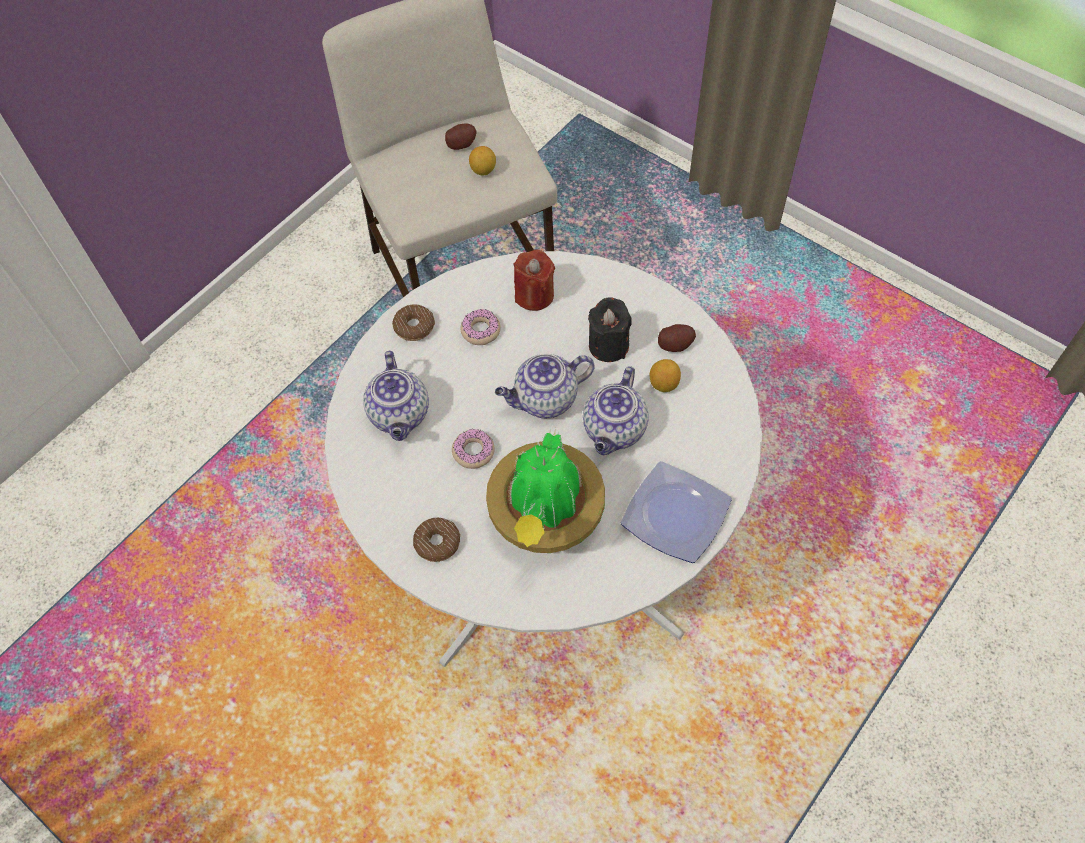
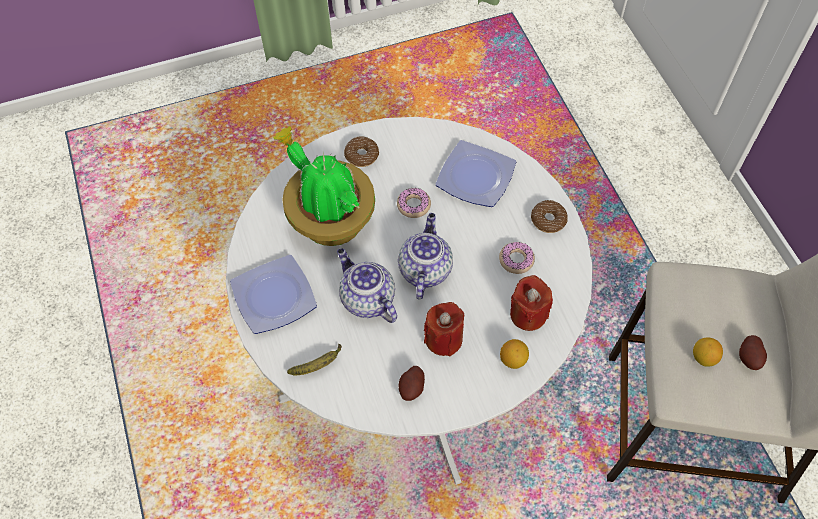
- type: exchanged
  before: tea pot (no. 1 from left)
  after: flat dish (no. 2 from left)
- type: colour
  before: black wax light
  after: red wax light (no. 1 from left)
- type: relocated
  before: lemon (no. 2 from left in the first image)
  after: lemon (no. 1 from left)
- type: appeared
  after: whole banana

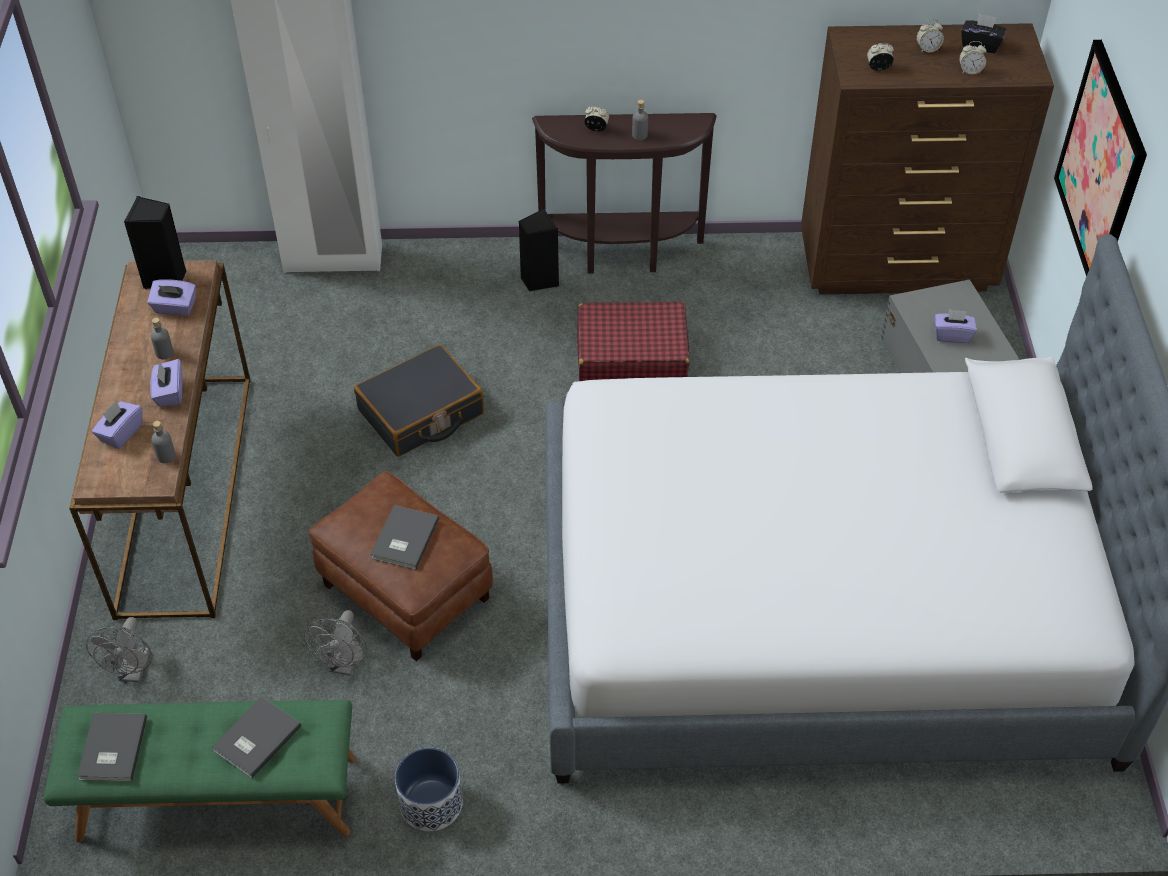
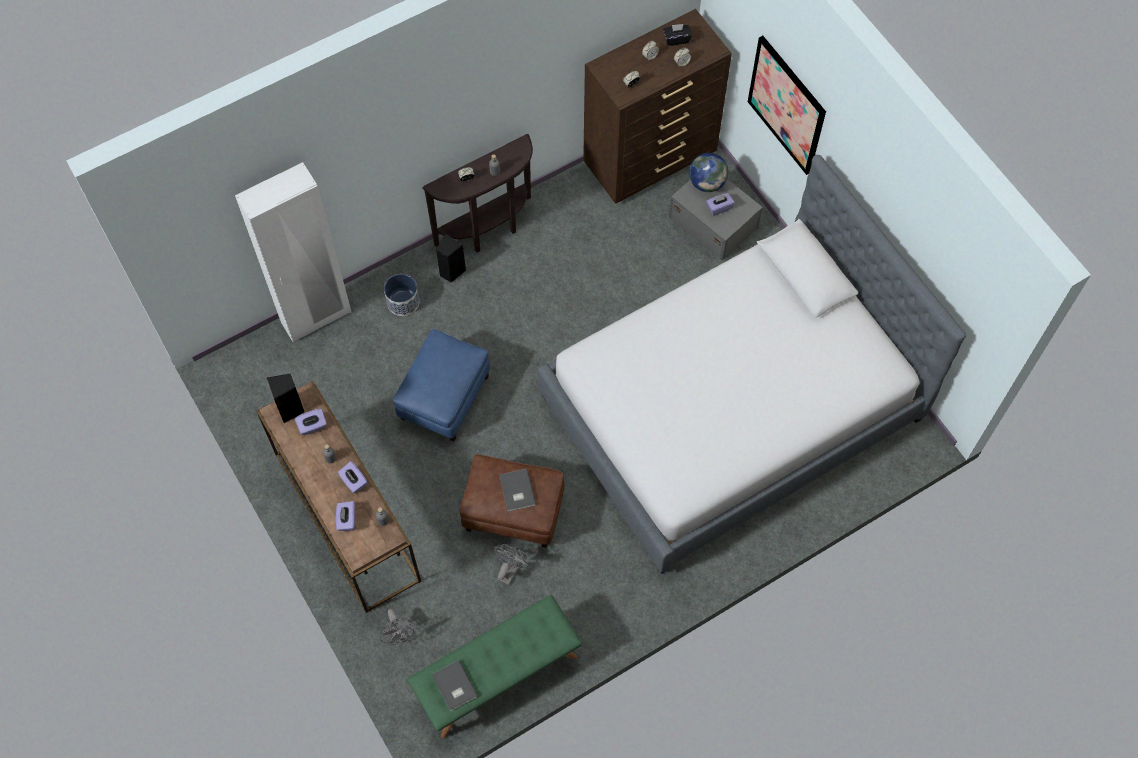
- type: missing
  before: greyish volume (no. 2 from left)
- type: spun
  before: greyish fan (no. 2 from left)
  turn: -135
- type: exchanged
  before: black suitcase
  after: blue ottoman
- type: relocated
  before: flower pot
- type: missing
  before: red suitcase
- type: appeared
  after: desk globe

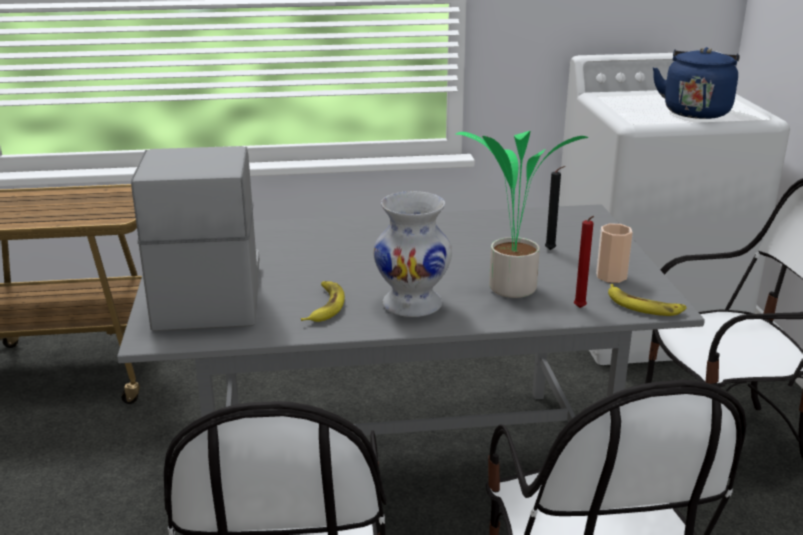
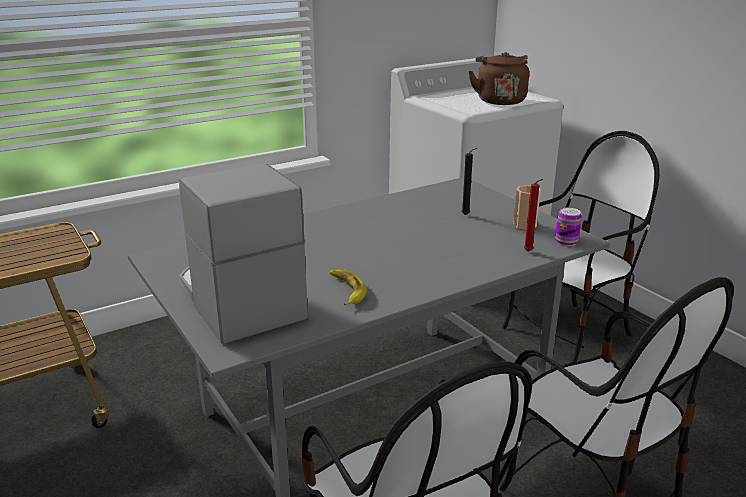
- type: missing
  before: white-coloured decorative vase
- type: missing
  before: plant in a pot
- type: exchanged
  before: whole banana (no. 2 from left)
  after: can
- type: colour
  before: blue kettle
  after: brownish kettle

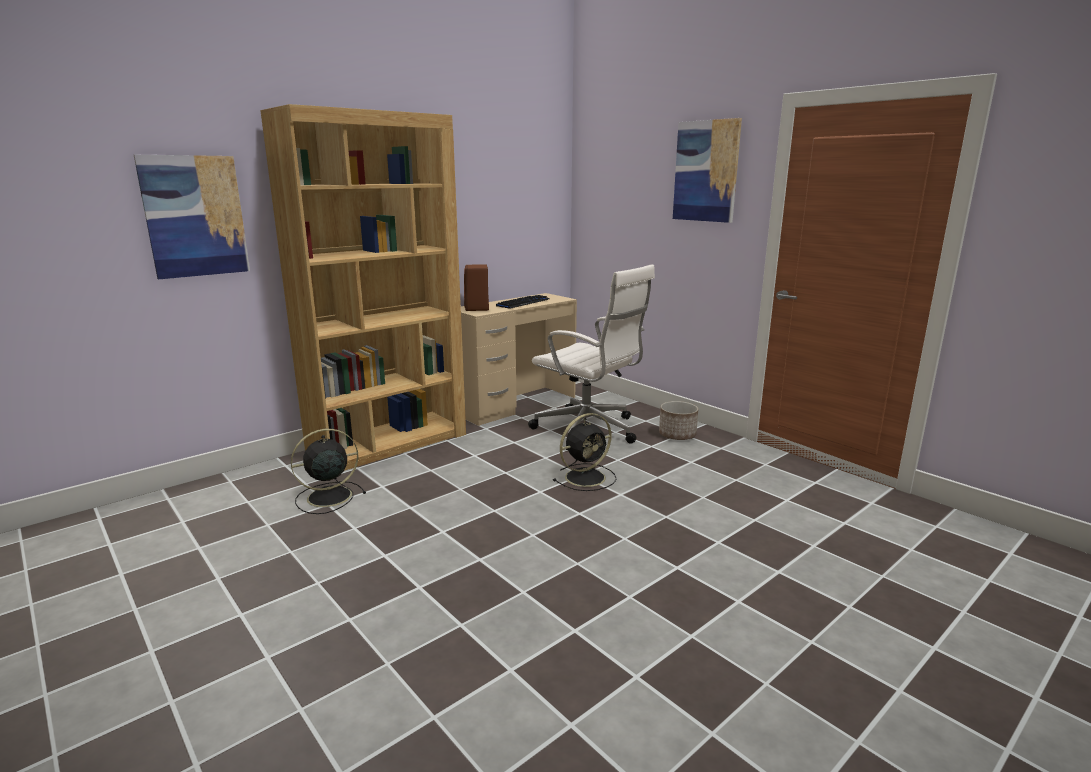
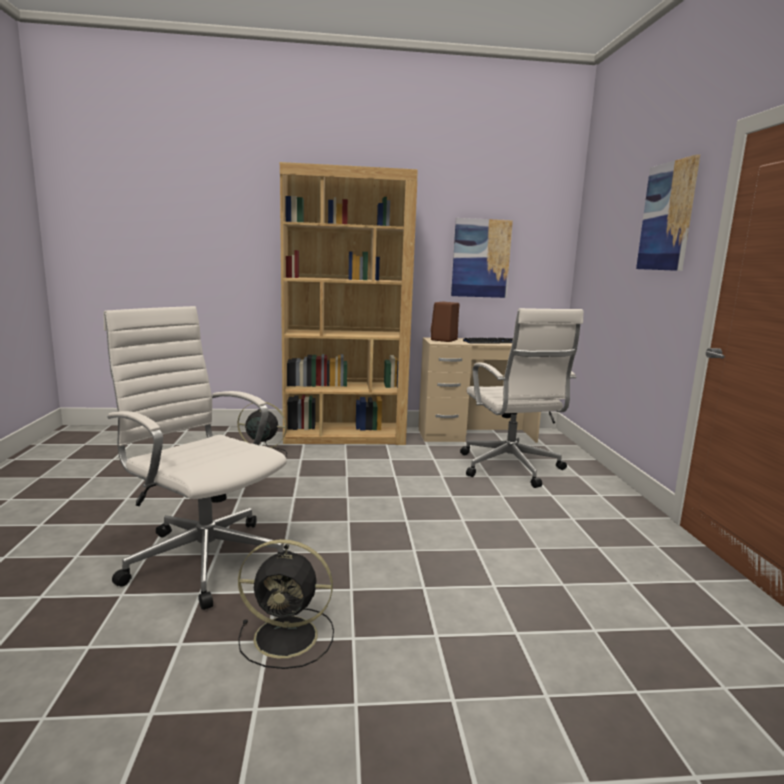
- type: relocated
  before: wall picture (no. 1 from left)
- type: relocated
  before: black fan (no. 2 from left)
- type: missing
  before: flower pot
- type: appeared
  after: white-coloured desk chair (no. 1 from left)

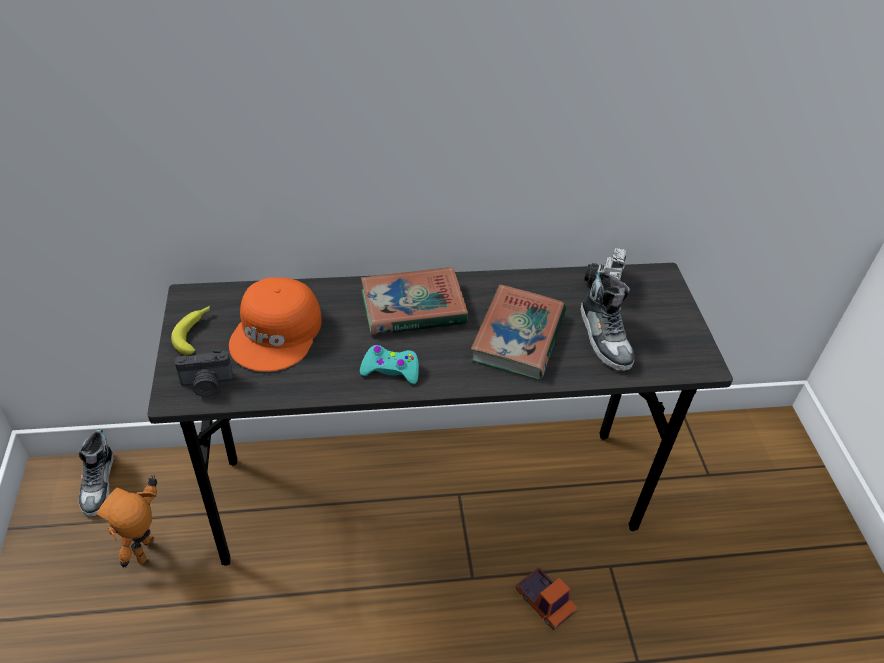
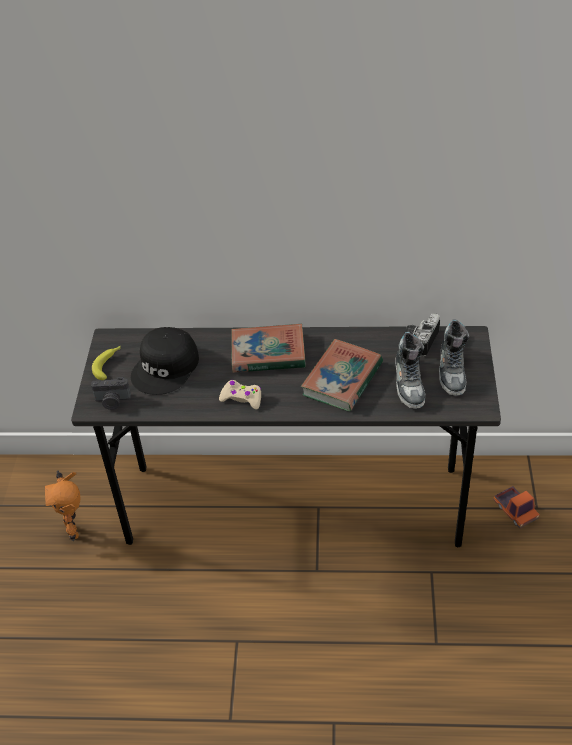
- type: relocated
  before: low shoe (no. 1 from left in the first image)
  after: low shoe (no. 2 from left)
- type: spun
  before: robot figure
  turn: -45
- type: colour
  before: orange-coloured baseball cap
  after: black baseball cap
- type: colour
  before: blue-green joypad
  after: beige-coloured joypad
- type: relocated
  before: toy lorry

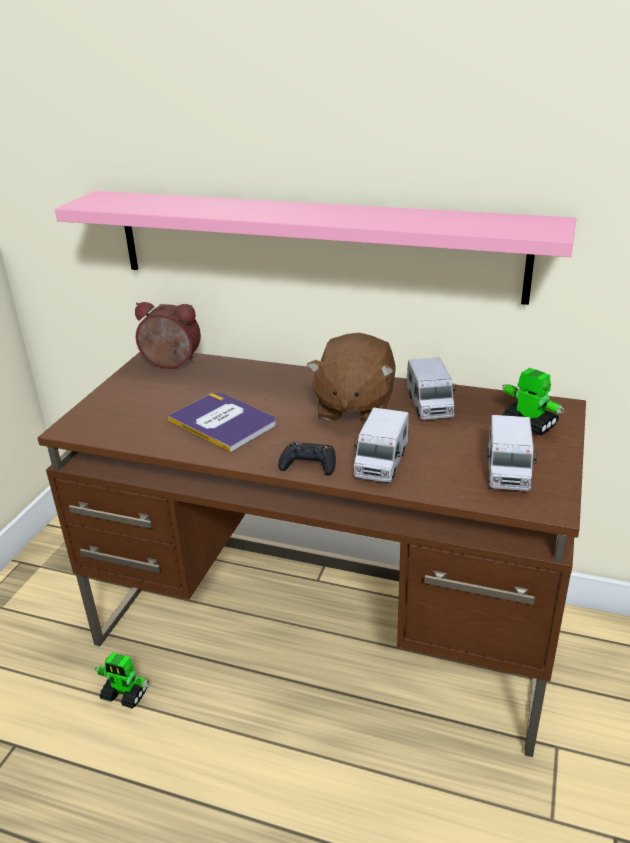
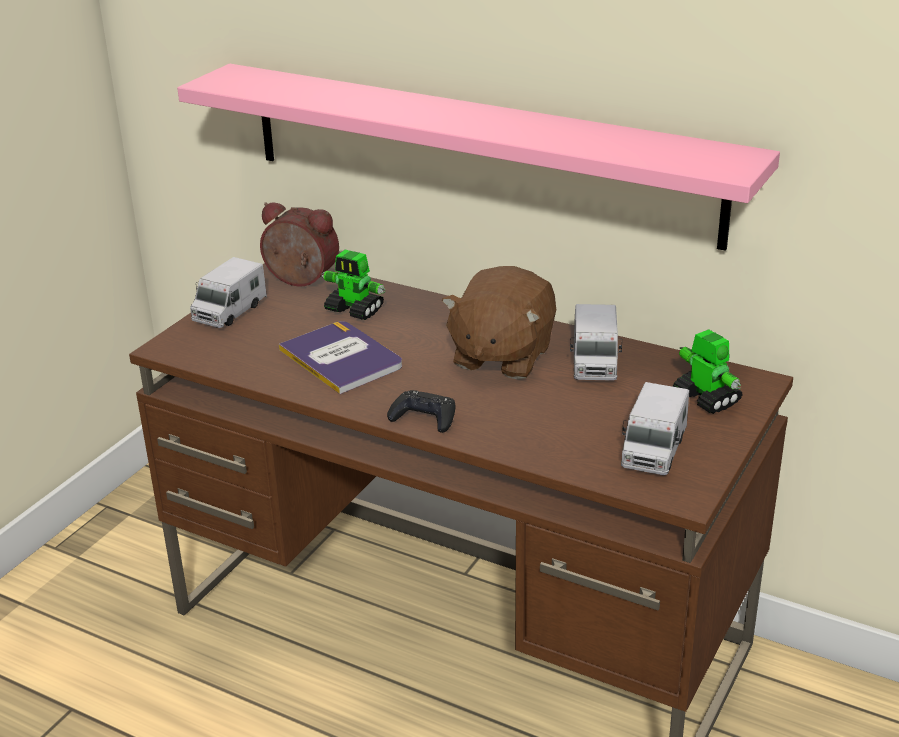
- type: relocated
  before: robot figure (no. 1 from left)
- type: relocated
  before: toy lorry (no. 1 from left)

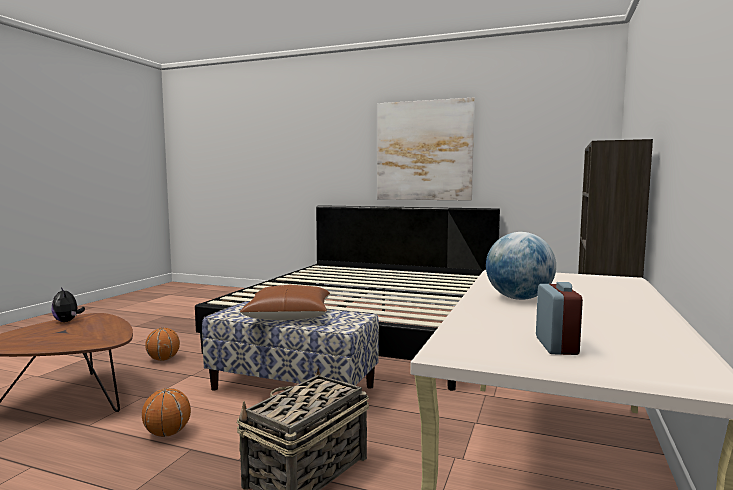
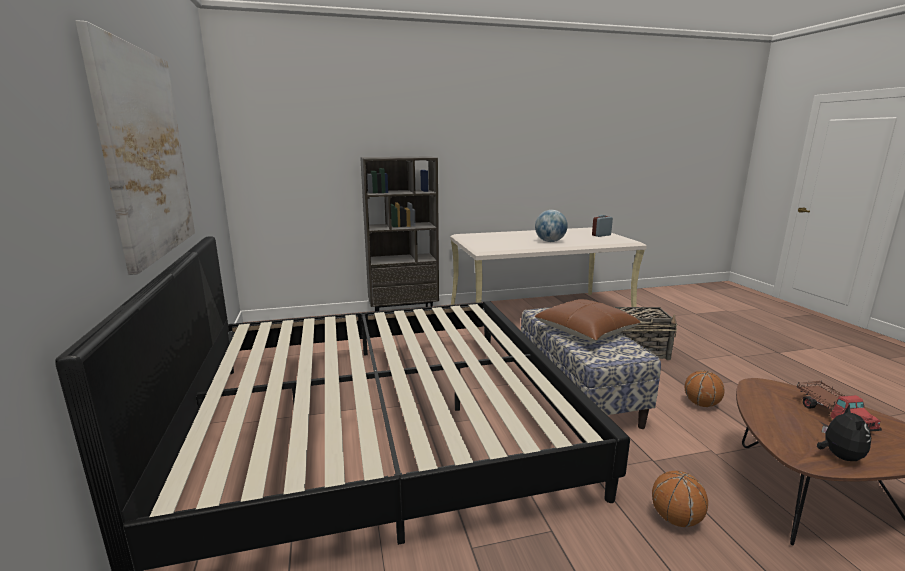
- type: appeared
  after: toy lorry

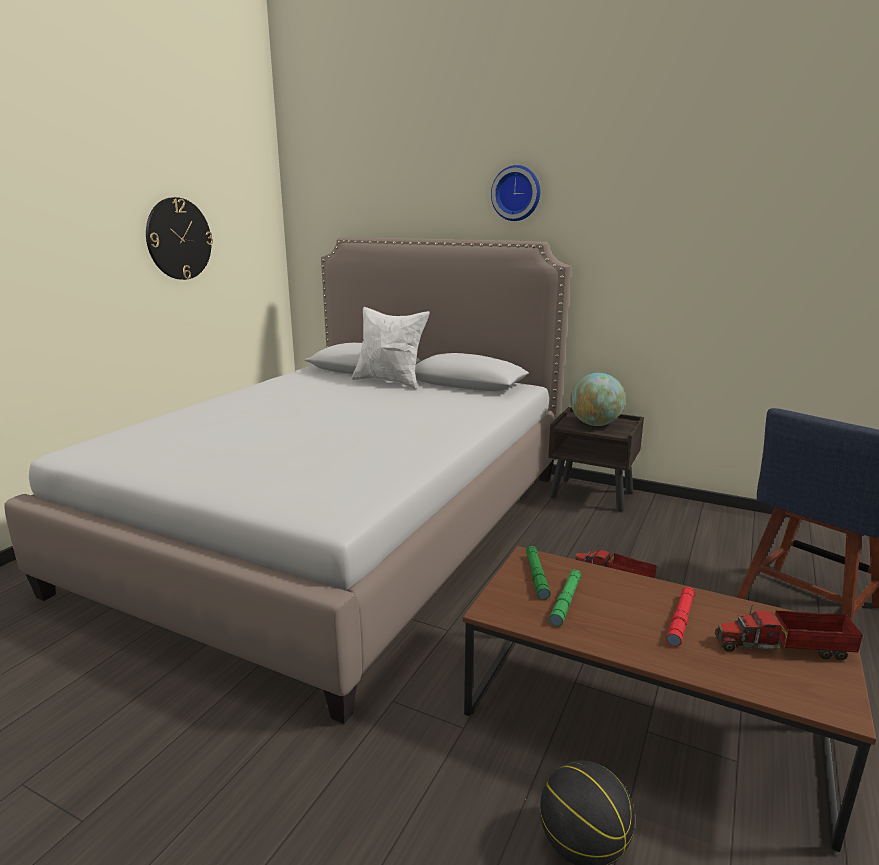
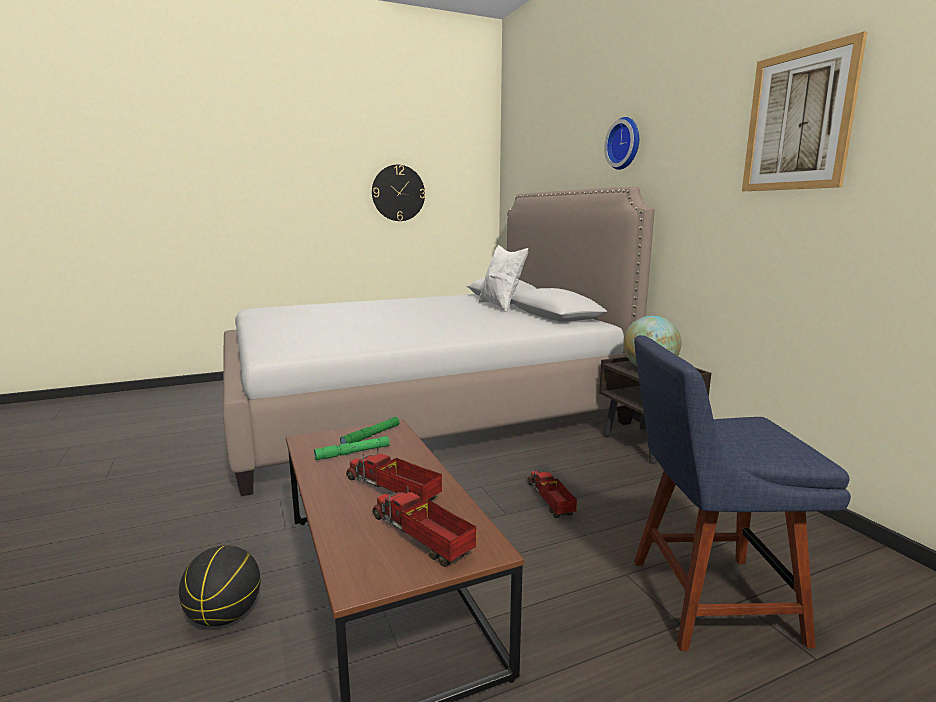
- type: exchanged
  before: red torch
  after: toy lorry (no. 1 from left)
- type: appeared
  after: wall picture

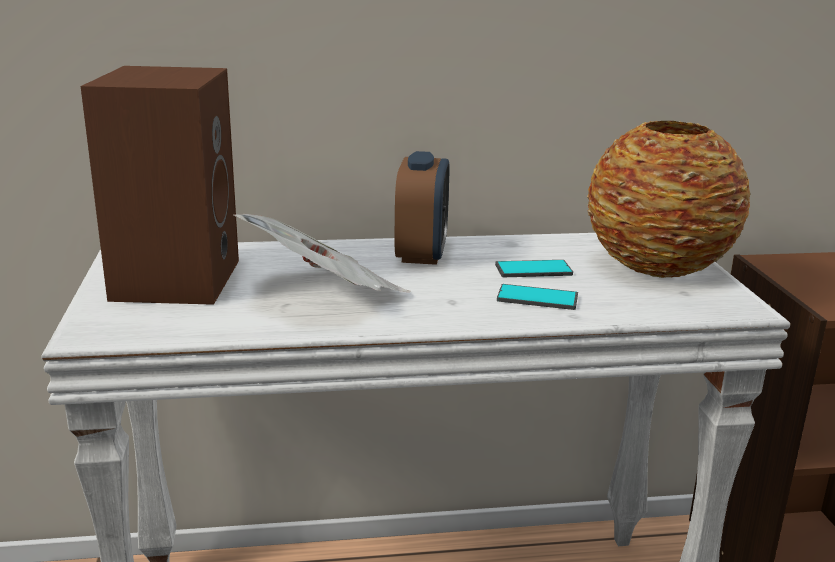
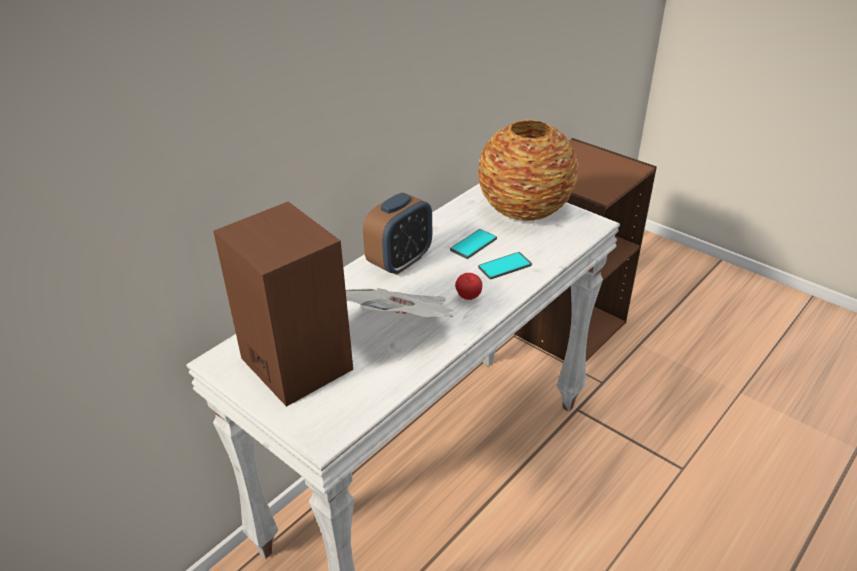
- type: spun
  before: table clock
  turn: 75
- type: appeared
  after: apple

